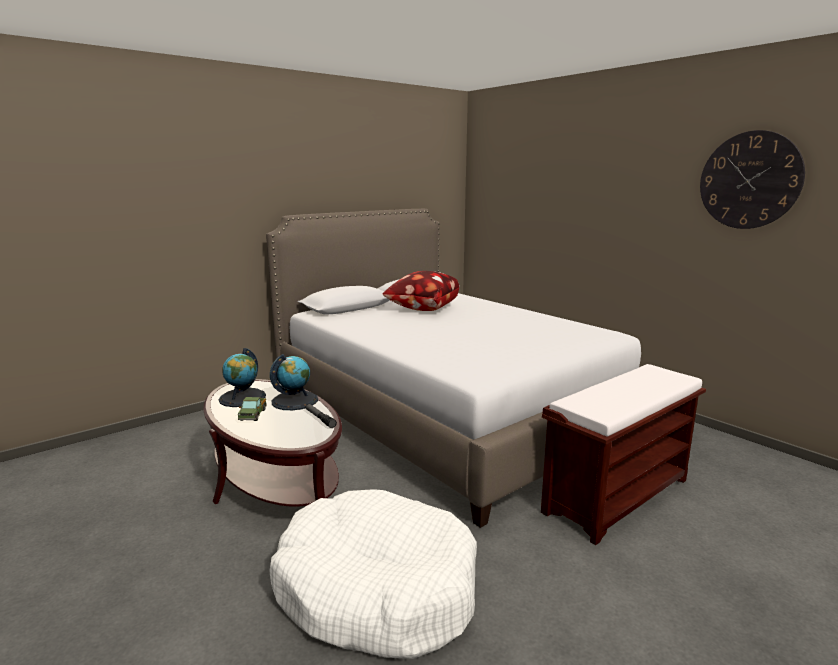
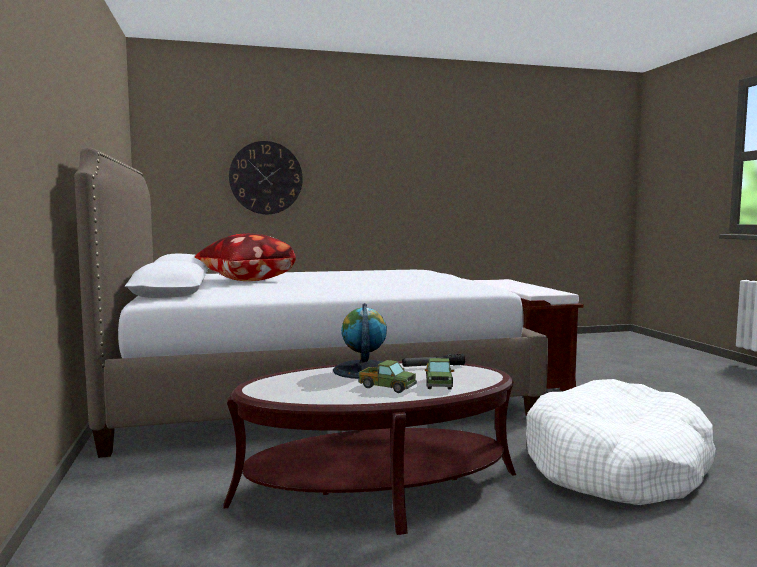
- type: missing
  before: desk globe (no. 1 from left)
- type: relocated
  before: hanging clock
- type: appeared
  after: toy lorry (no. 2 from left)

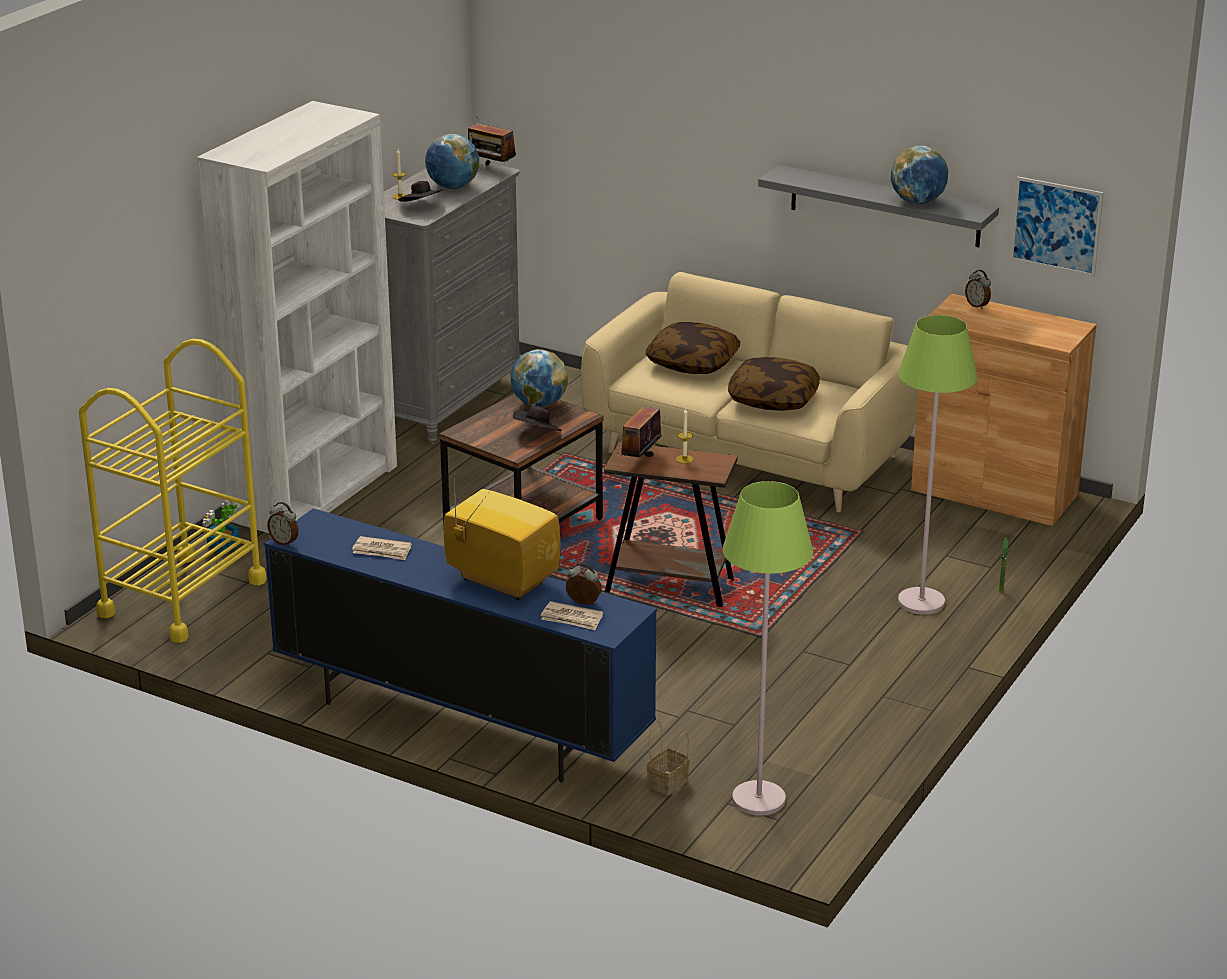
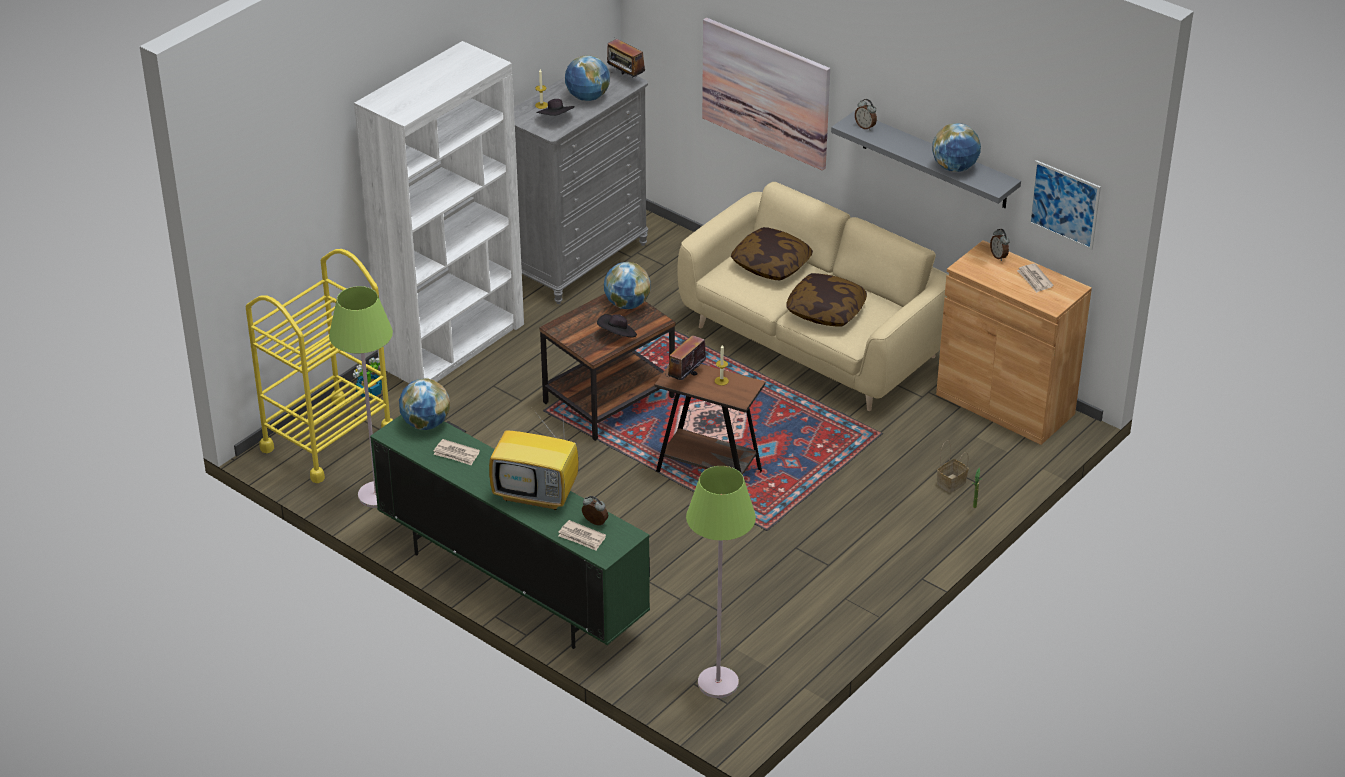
- type: colour
  before: blue media console
  after: green-coloured media console
- type: relocated
  before: table clock (no. 1 from left in the first image)
  after: table clock (no. 2 from left)
- type: spun
  before: TV set
  turn: 150
- type: relocated
  before: household basket
- type: relocated
  before: green-coloured standard lamp (no. 2 from left in the first image)
  after: green-coloured standard lamp (no. 1 from left)
- type: appeared
  after: desk globe (no. 1 from left)
- type: appeared
  after: wall picture (no. 1 from left)
- type: appeared
  after: daily paper (no. 3 from left)

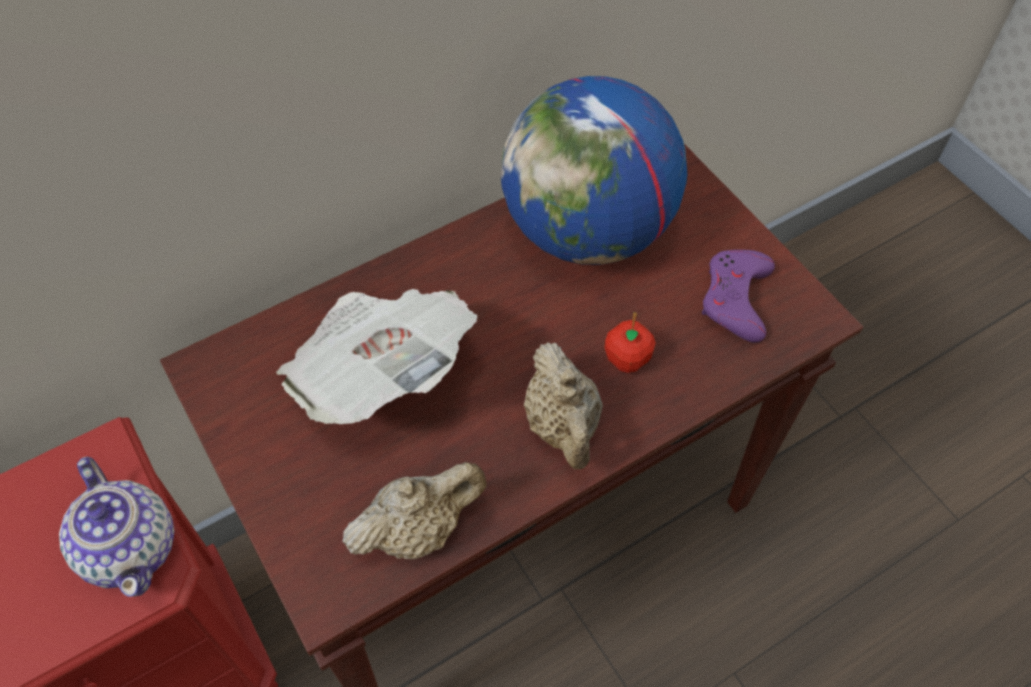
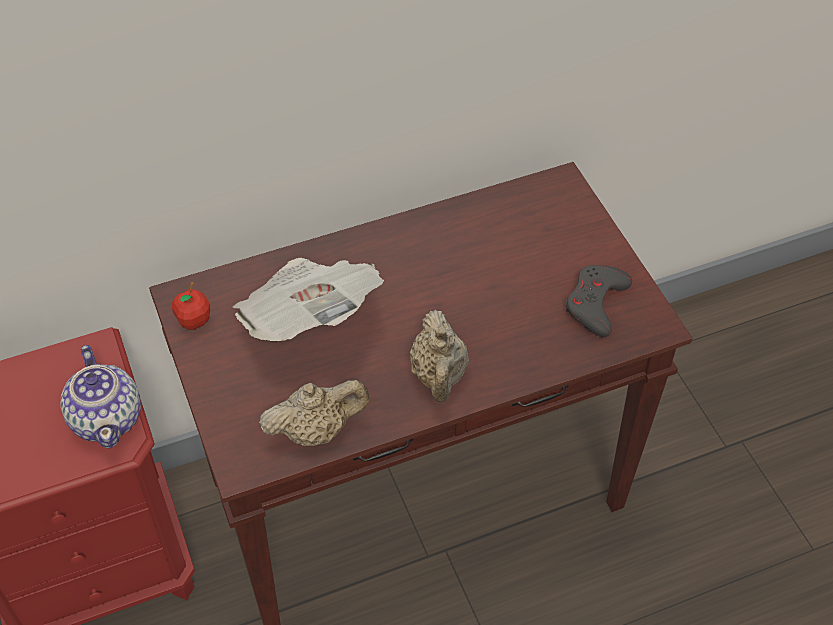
- type: missing
  before: desk globe
- type: relocated
  before: apple
- type: colour
  before: purple-coloured joypad
  after: greyish joypad

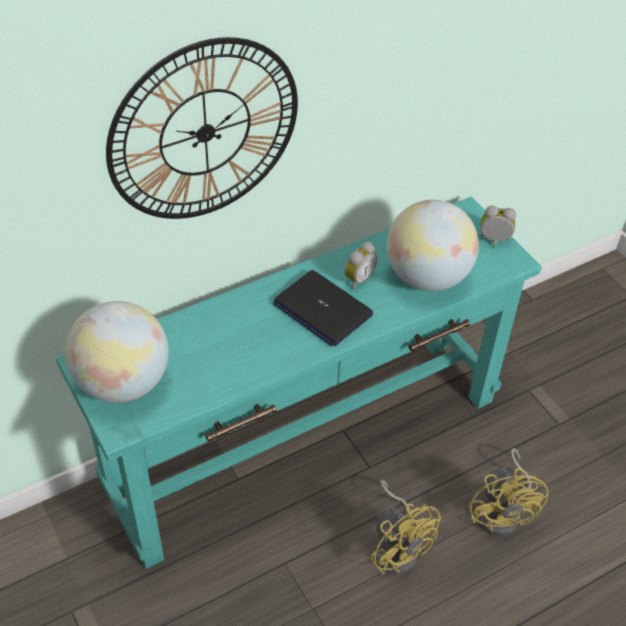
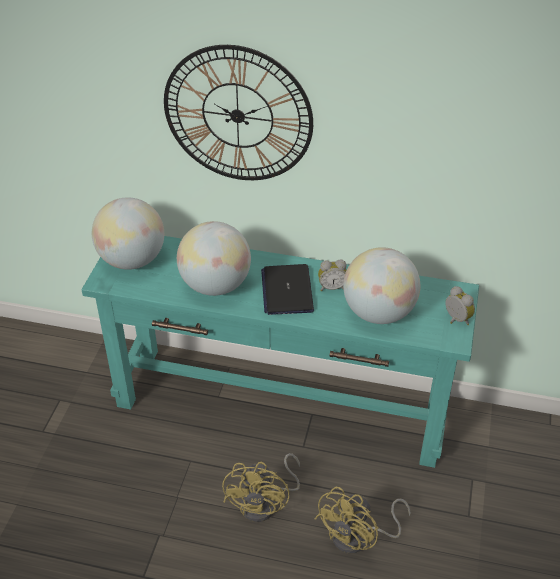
- type: appeared
  after: desk globe (no. 2 from left)

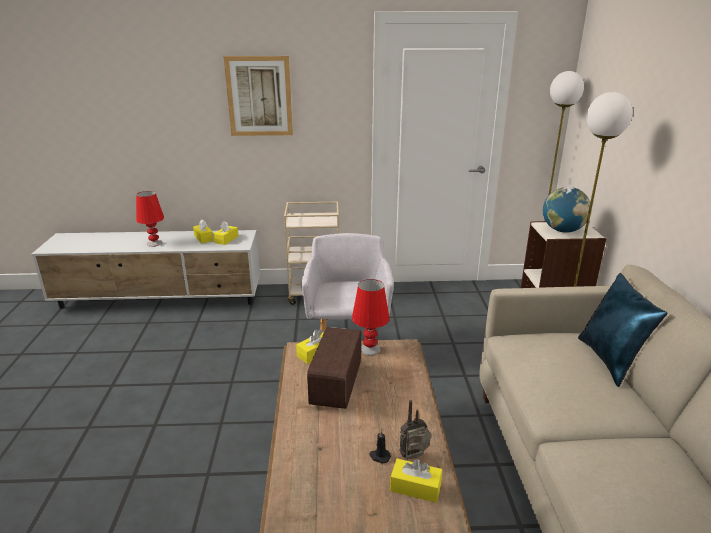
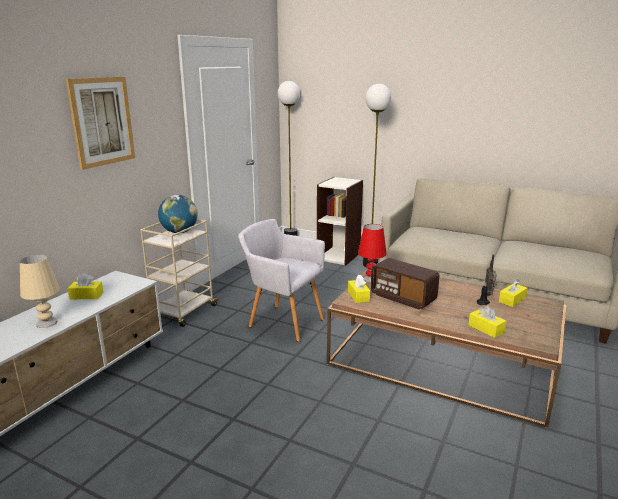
- type: colour
  before: red table lamp (no. 1 from left)
  after: beige-coloured table lamp
- type: relocated
  before: yellow-coloured box of tissues (no. 2 from left in the first image)
  after: yellow-coloured box of tissues (no. 3 from left)
- type: relocated
  before: desk globe
- type: missing
  before: blue pillow

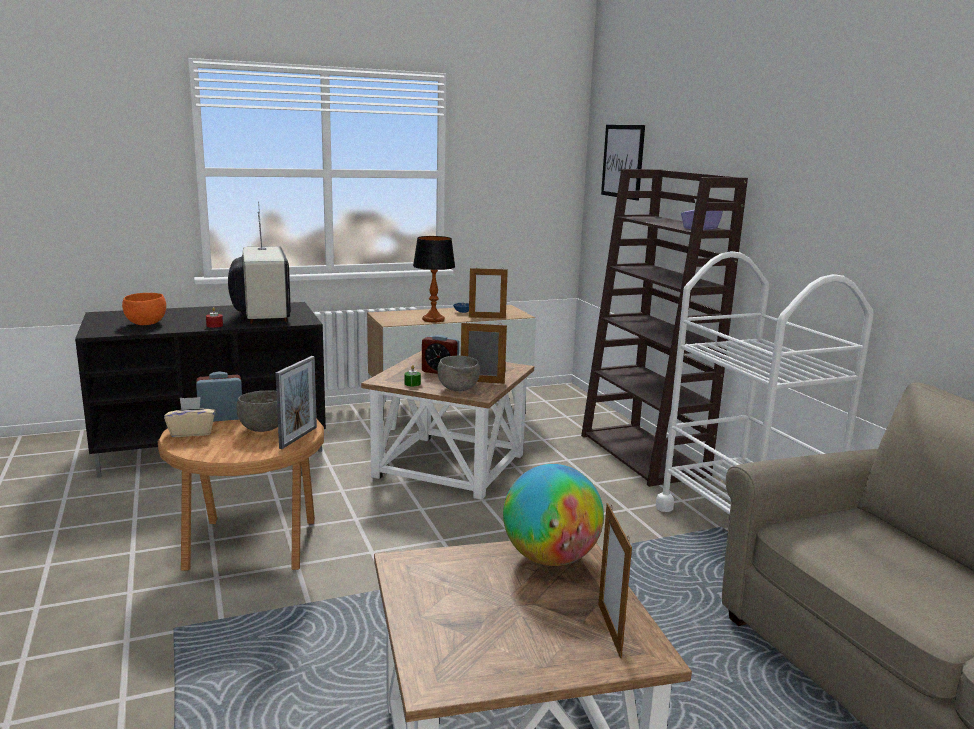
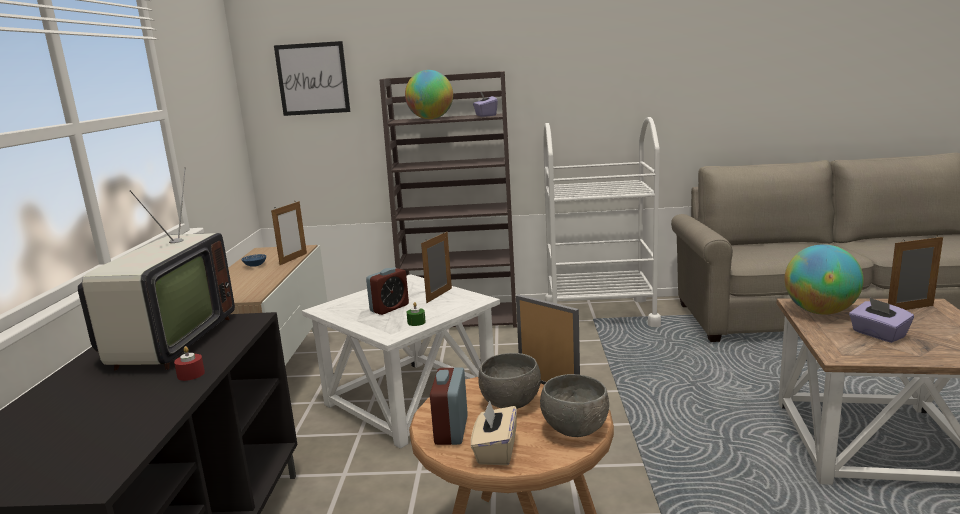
- type: missing
  before: orange-coloured serving bowl
- type: spun
  before: TV set
  turn: 90
- type: colour
  before: brownish end table (no. 2 from left)
  after: white-coloured end table
- type: missing
  before: table lamp
- type: relocated
  before: greyish serving bowl (no. 2 from left)
- type: spun
  before: picture frame (no. 4 from left)
  turn: 150
- type: appeared
  after: desk globe (no. 1 from left)
- type: appeared
  after: purple-coloured box of tissues (no. 2 from left)

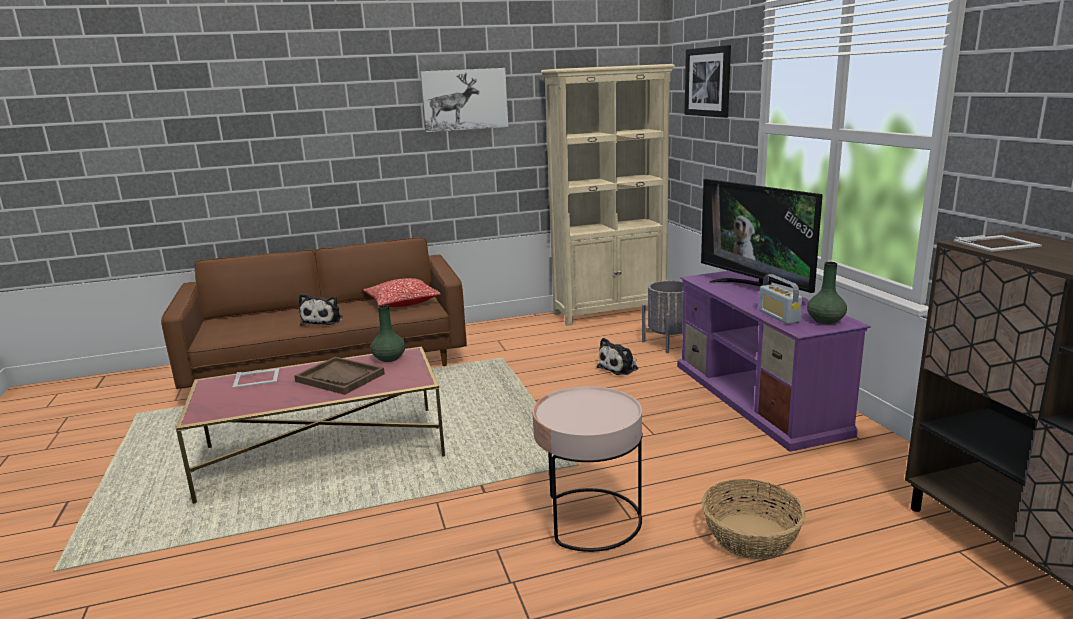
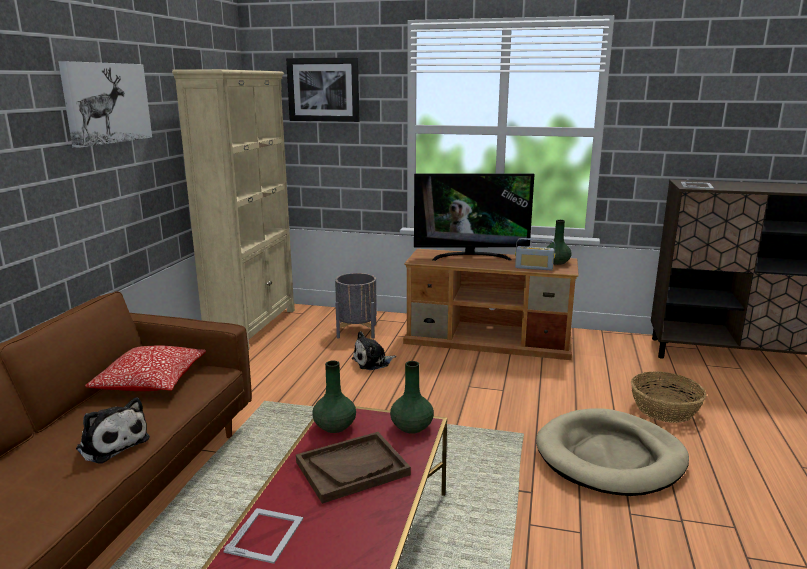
- type: exchanged
  before: pinkish end table
  after: beige-coloured dog cushion
- type: spun
  before: soft toy (no. 2 from left)
  turn: 75
- type: colour
  before: purple-coloured media console
  after: brownish media console
- type: appeared
  after: green-coloured decorative vase (no. 2 from left)

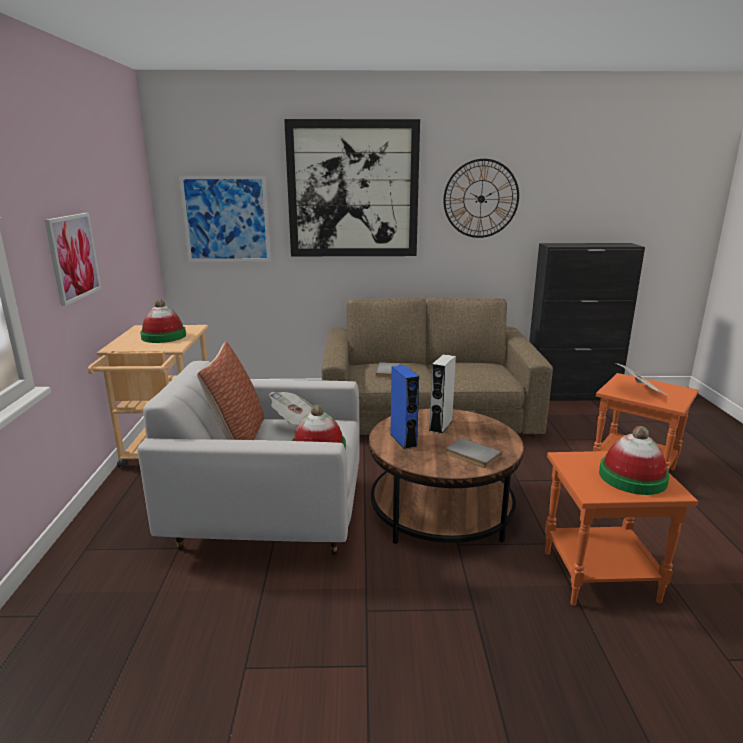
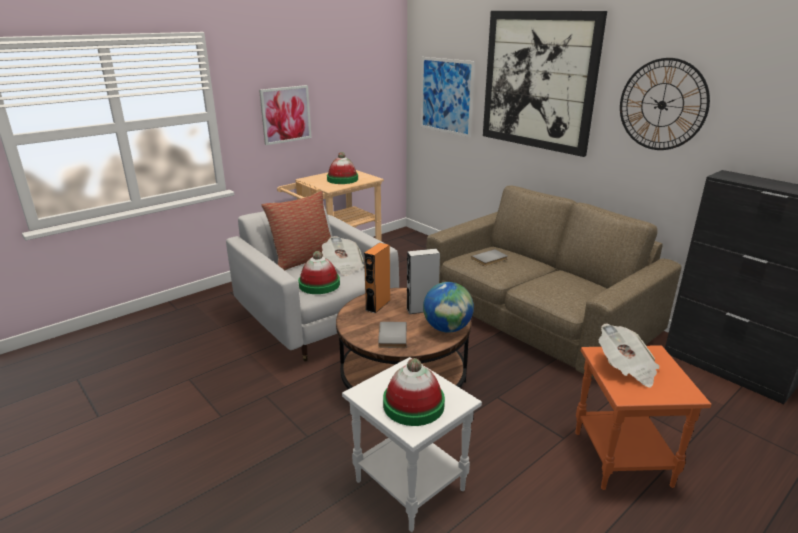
- type: colour
  before: blue loudspeaker
  after: orange-coloured loudspeaker
- type: colour
  before: orange-coloured end table (no. 1 from left)
  after: white-coloured end table
- type: appeared
  after: desk globe

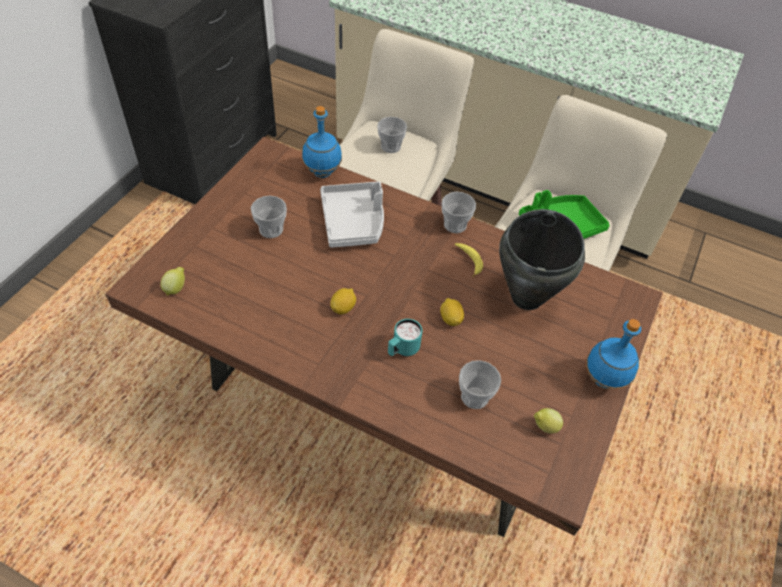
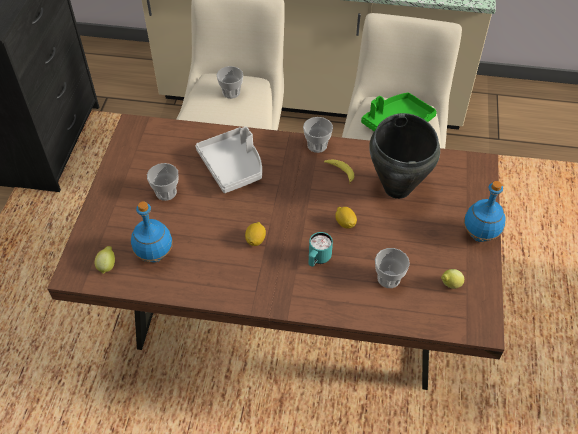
- type: relocated
  before: blue beverage bottle (no. 1 from left)

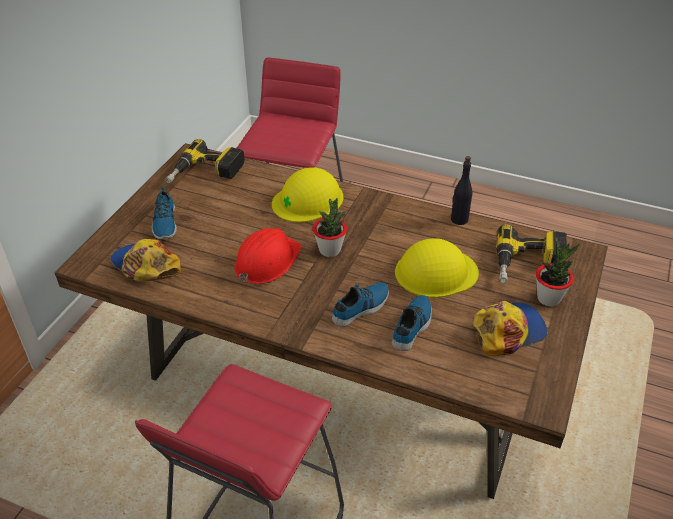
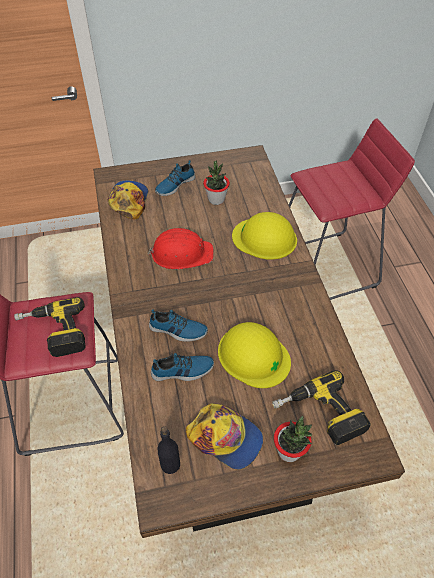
- type: relocated
  before: electric drill (no. 1 from left)
- type: relocated
  before: plant in a pot (no. 1 from left)
- type: relocated
  before: black beverage bottle

